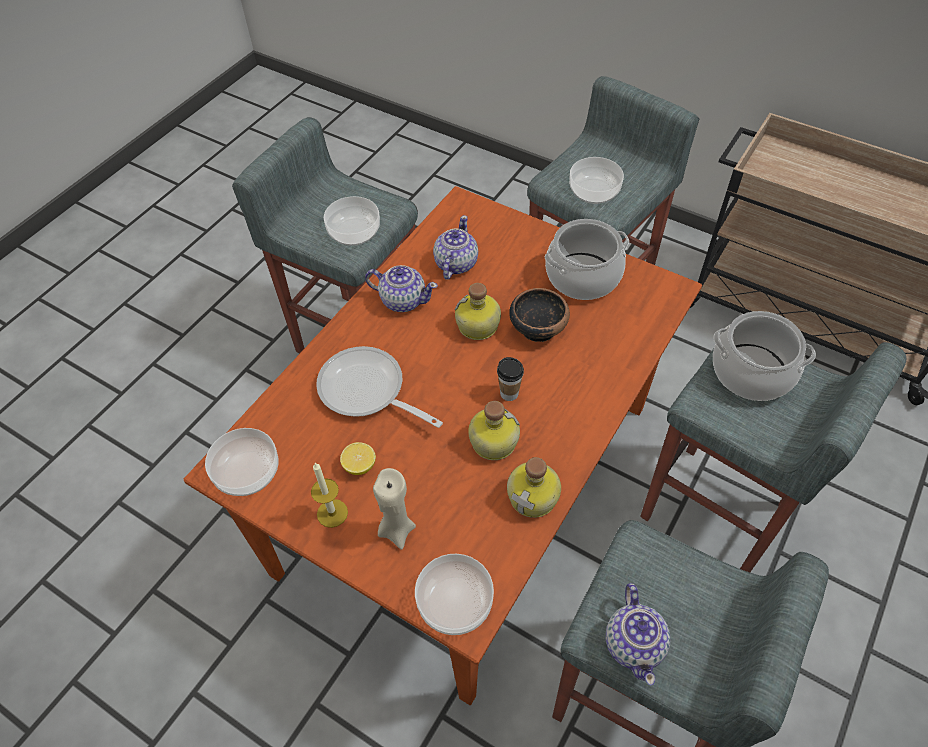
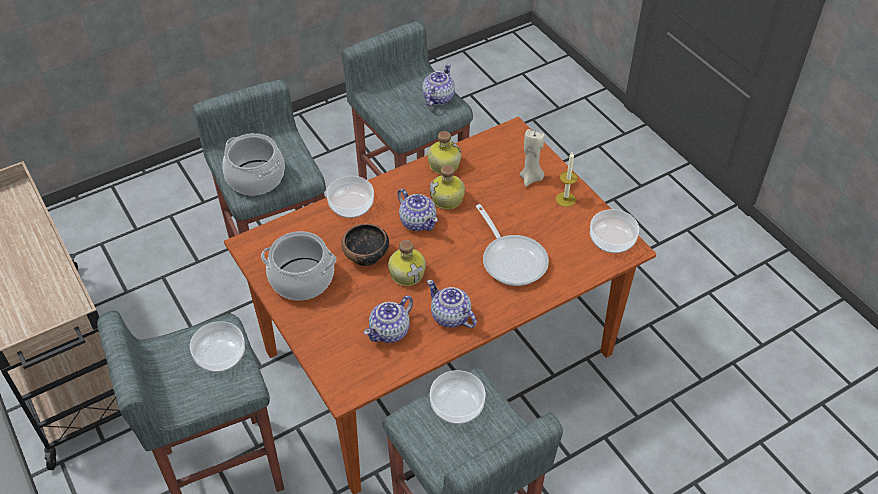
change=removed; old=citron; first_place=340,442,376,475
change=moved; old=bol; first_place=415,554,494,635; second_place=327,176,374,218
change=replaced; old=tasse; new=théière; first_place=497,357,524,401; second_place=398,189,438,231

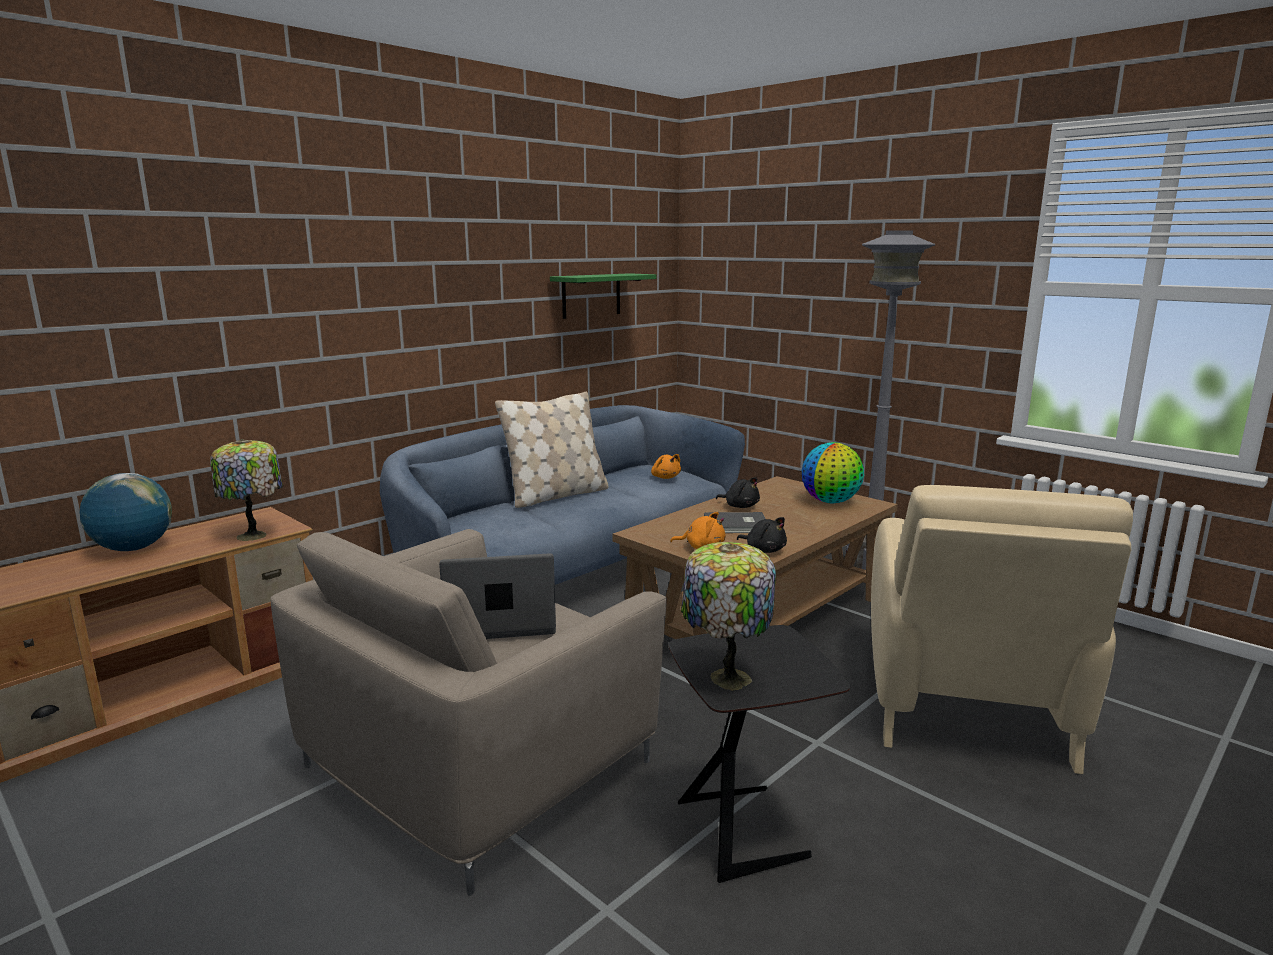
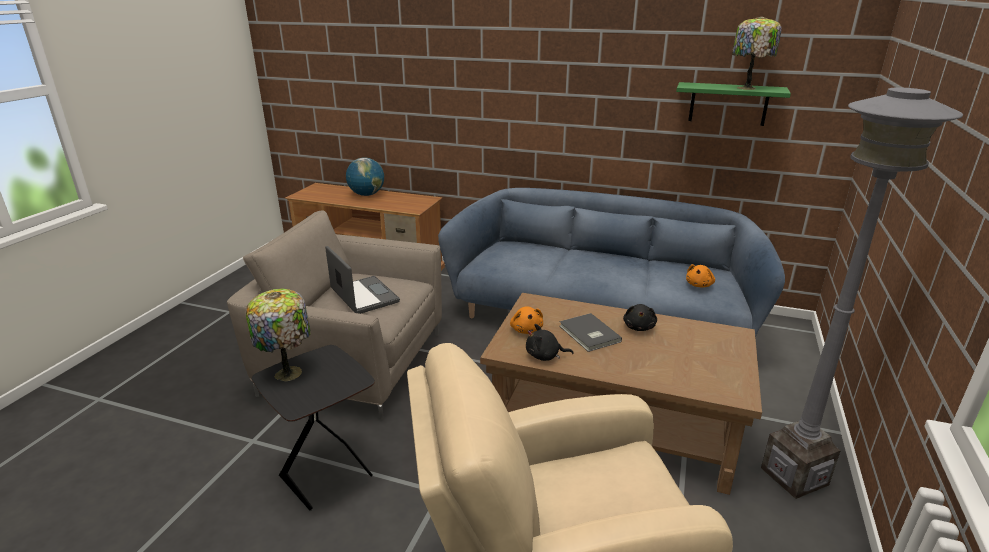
change=moved; old=lampe de table; first_place=210,439,283,541; second_place=732,16,782,90
change=removed; old=coussin (beige); first_place=495,392,609,508
change=turned; old=peluche (noir); first_place=737,517,787,553; second_place=526,324,574,361; degrees=75
change=removed; old=globe; first_place=802,442,864,503

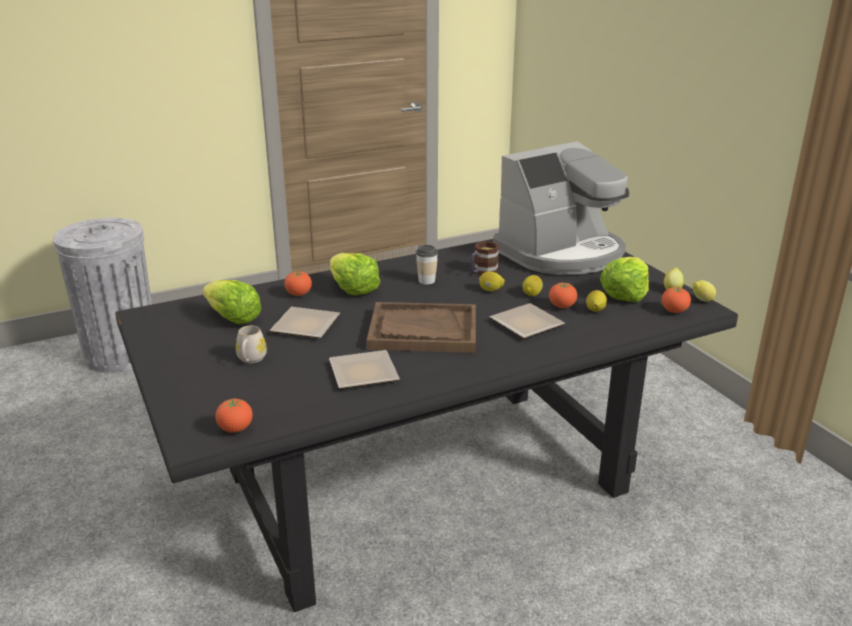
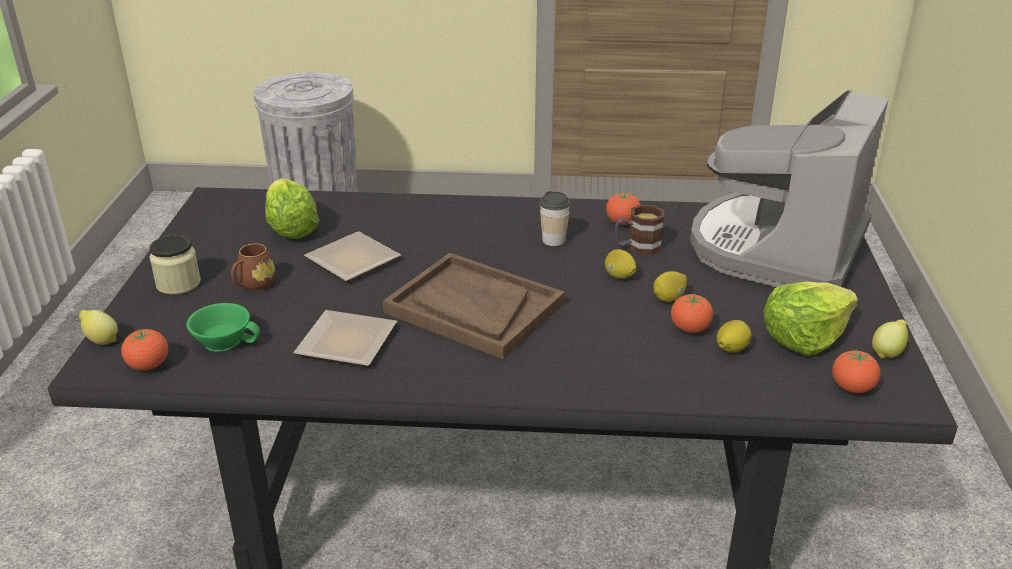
change=recoloured; old=mug (blanc); new=mug (marron); first_place=236,325,267,363; second_place=231,244,276,291
change=moved; old=tomate; first_place=284,271,312,296; second_place=606,192,641,225
change=removed; old=laitue; first_place=330,253,380,295
change=removed; old=assiette; first_place=490,303,565,338
change=turned; old=machine à café; first_place=493,141,629,275; second_place=690,90,889,287; degrees=120
change=moved; old=citron; first_place=692,280,716,302; second_place=79,310,118,345
change=added; new=bocal; second_place=149,235,201,295
change=added; new=tasse (vert); second_place=187,303,260,352

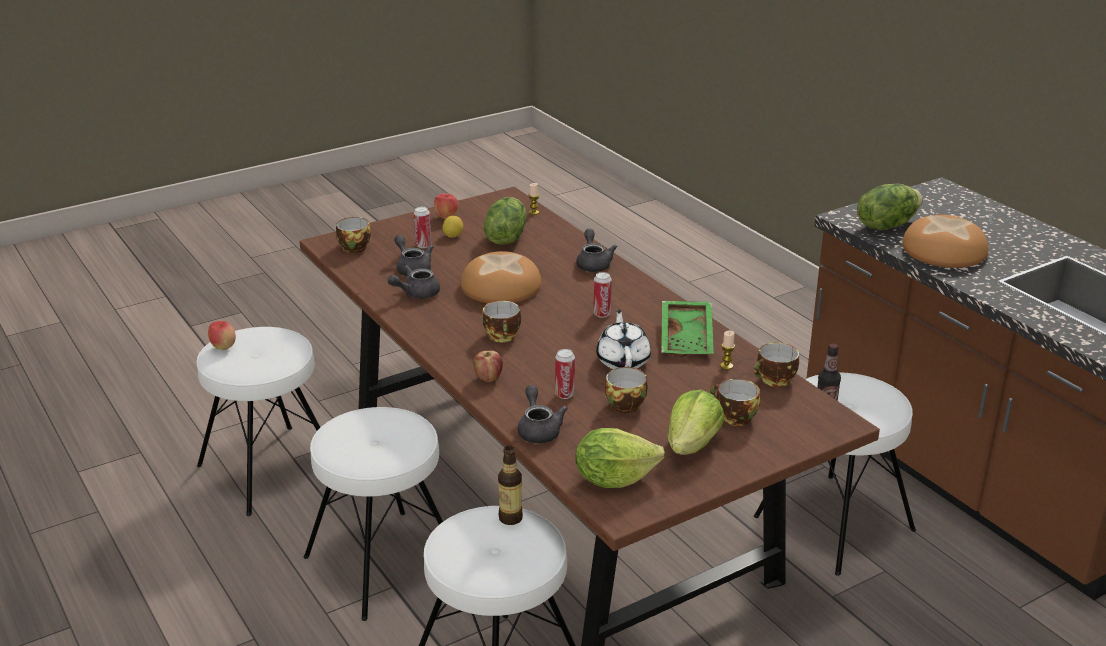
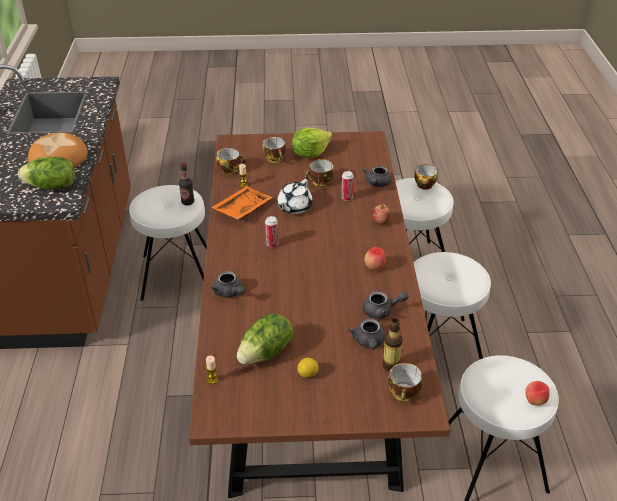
change=removed; old=boîte métallique; first_place=414,207,431,248
change=moved; old=pomme; first_place=434,193,458,219; second_place=364,247,385,270
change=removed; old=pain; first_place=461,251,541,303
change=moved; old=tasse; first_place=482,301,521,342; second_place=414,164,438,190
change=moved; old=bouteille; first_place=498,446,523,525; second_place=382,318,403,372
change=removed; old=laitue; first_place=575,428,665,488
change=turned; old=théière (gris); first_place=576,229,617,272; second_place=211,271,245,298; degrees=-60
change=recoloured; old=plateau (vert); new=plateau (orange); first_place=661,301,714,357; second_place=211,186,273,220

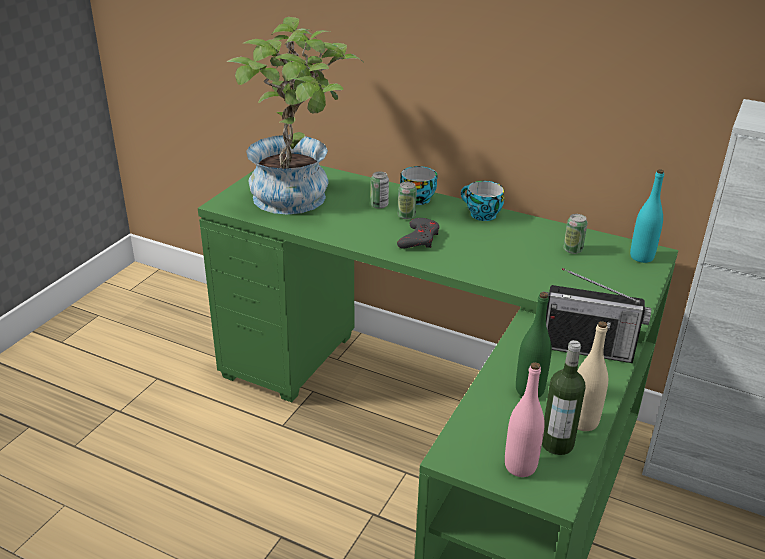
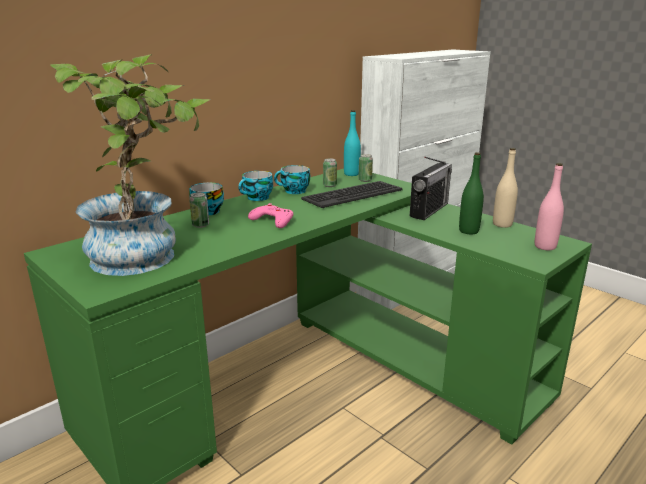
change=moved; old=boîte métallique; first_place=397,182,417,219; second_place=359,154,373,182
change=recoloured; old=manette (gris); new=manette (rose); first_place=397,218,439,249; second_place=248,203,293,228
change=removed; old=bouteille; first_place=542,340,585,455
change=added; new=tasse; second_place=274,165,310,194
change=added; new=clavier; second_place=301,181,403,208

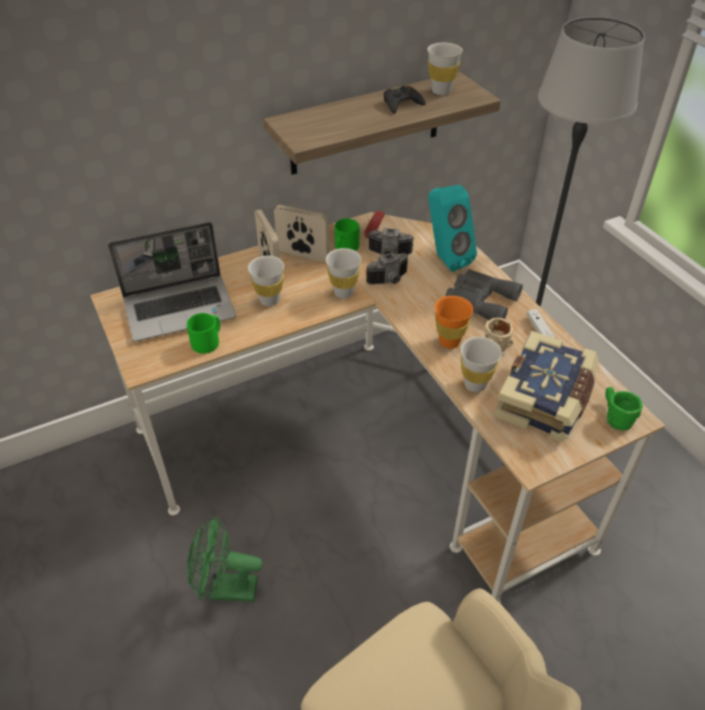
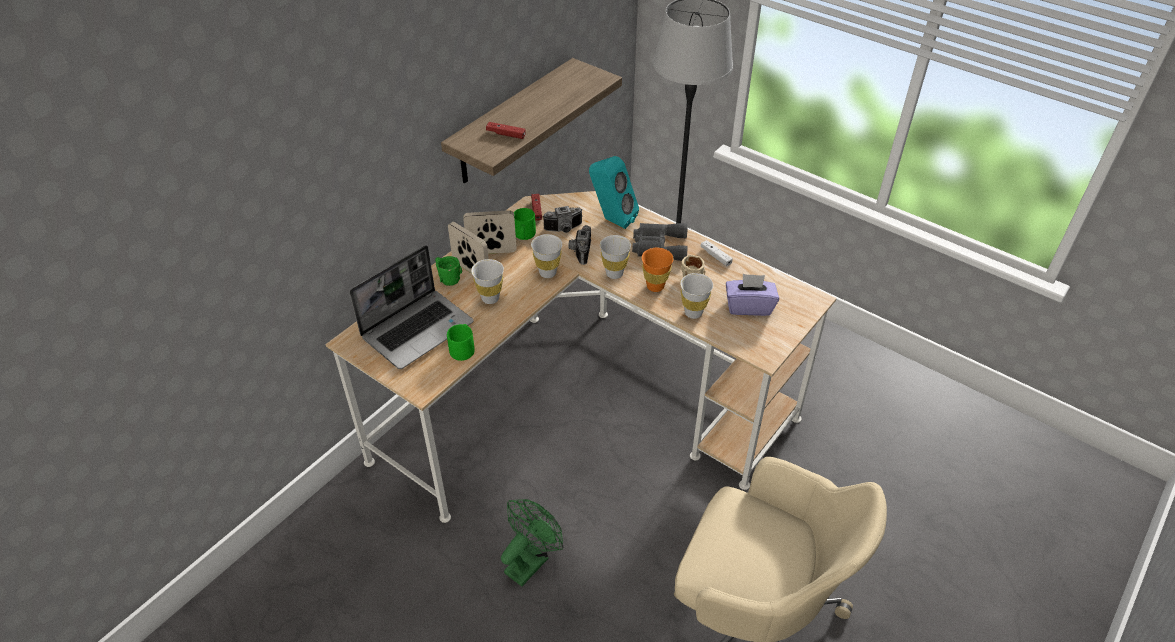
change=turned; old=ventilateur (vert); first_place=187,516,262,602; second_place=501,499,563,586; degrees=150
change=turned; old=appareil photo; first_place=366,252,408,285; second_place=568,225,591,265; degrees=150
change=removed; old=manette (noir); first_place=384,86,425,114
change=moved; old=tasse (blanc); first_place=427,43,463,95; second_place=600,235,631,279
change=replaced; old=livre; new=boîte à mouchoirs (violet); first_place=494,331,599,442; second_place=726,274,779,316
change=moved; old=mug (vert); first_place=605,387,643,430; second_place=435,256,462,286
change=added; new=manette (rouge); second_place=486,122,526,139

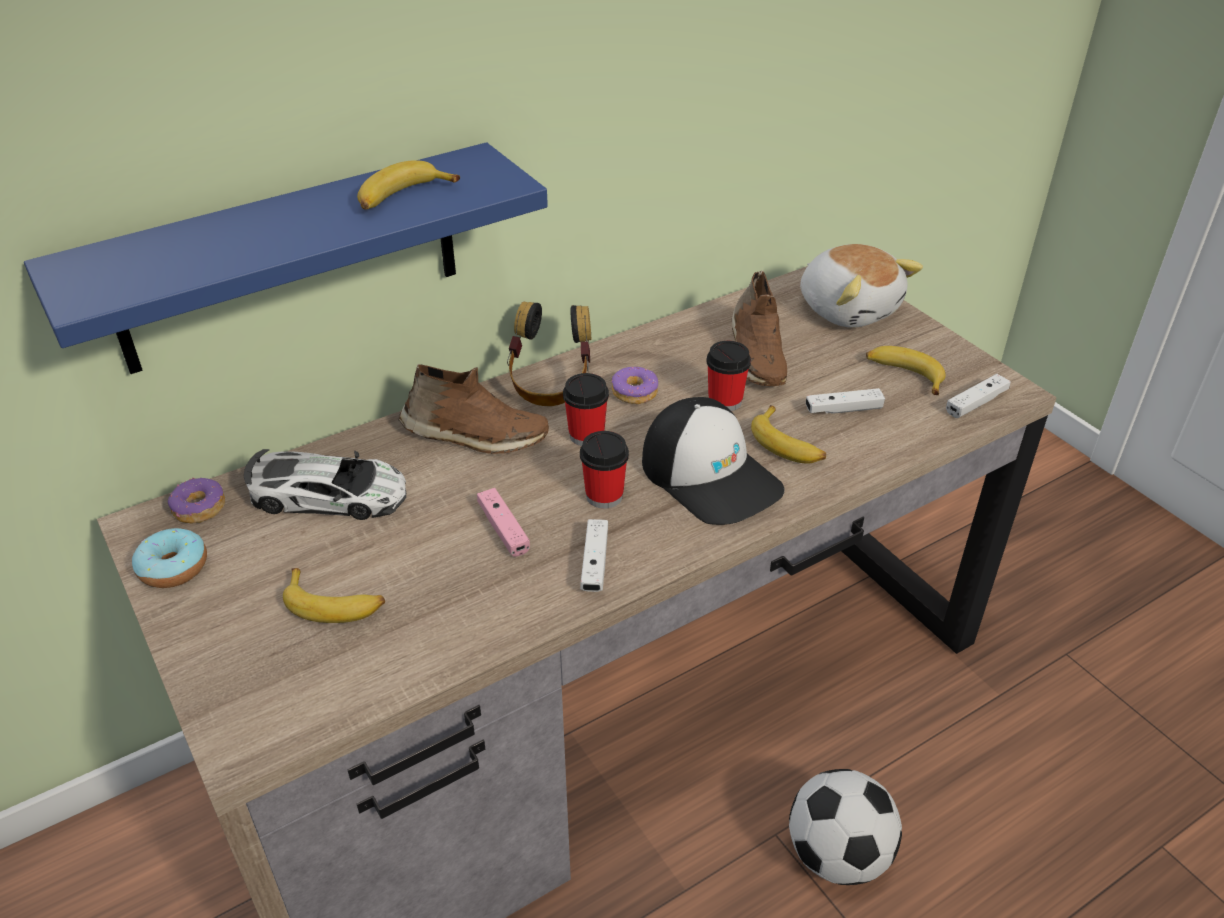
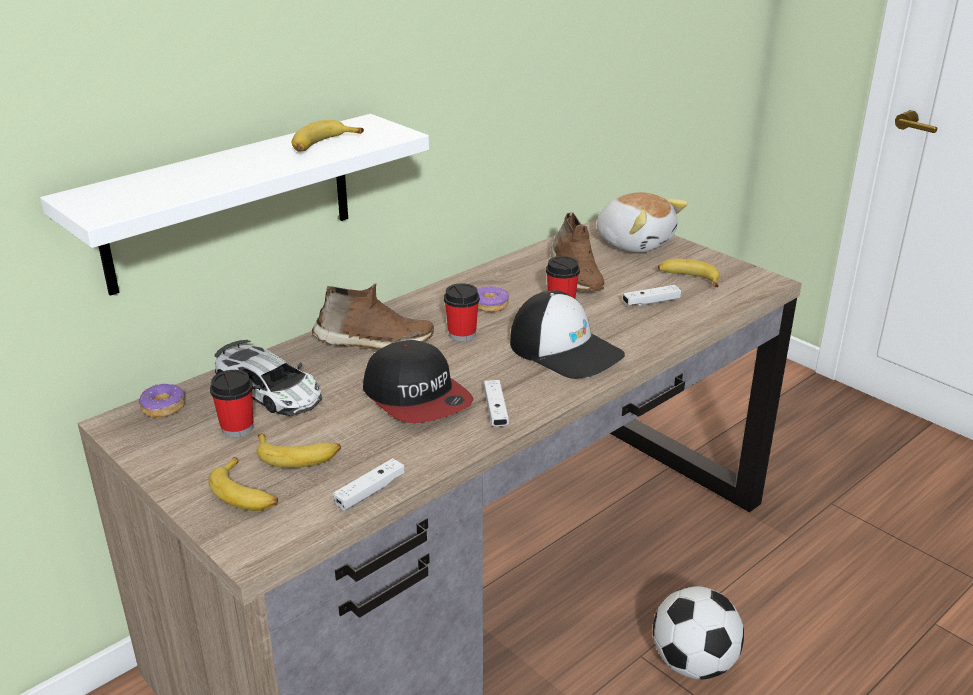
change=recoloured; old=étagère (bleu); new=étagère (blanc); first_place=24,143,548,374; second_place=40,114,429,296
change=removed; old=beignet; first_place=132,528,207,588
change=turned; old=petite voiture; first_place=244,449,406,520; second_place=214,340,322,416; degrees=45
change=replaced; old=manette (rose); new=casquette; first_place=477,488,530,557; second_place=363,340,474,423
change=removed; old=casque audio; first_place=507,301,591,406
change=moved; old=tasse; first_place=580,431,629,509; second_place=210,370,254,437
change=moved; old=banane; first_place=751,405,826,464; second_place=209,457,278,511
change=moved; old=manette (blanc); first_place=946,374,1011,418; second_place=333,458,405,511

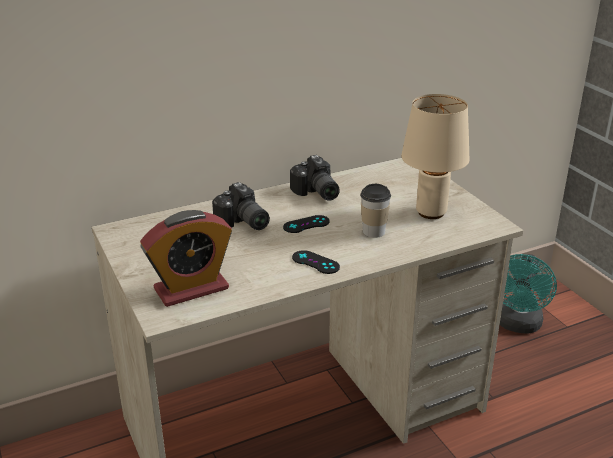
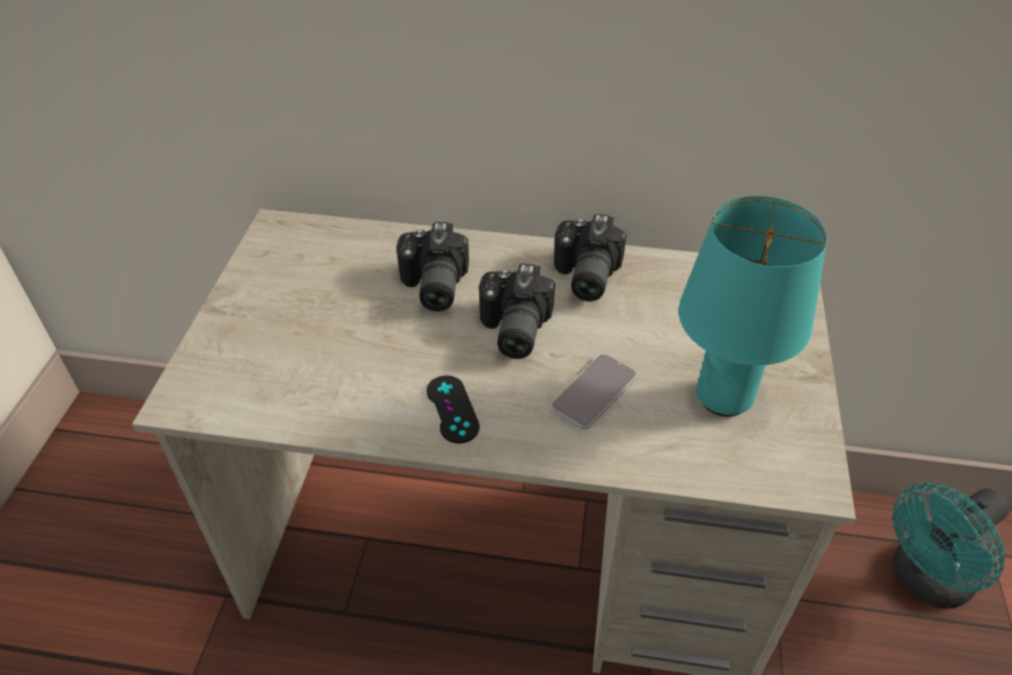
change=removed; old=réveil; first_place=140,210,232,307
change=replaced; old=manette (noir); new=appareil photo; first_place=283,215,330,233; second_place=479,263,555,359
change=replaced; old=tasse; new=téléphone; first_place=360,184,391,238; second_place=551,354,637,429
change=recoloured; old=lampe de table (beige); new=lampe de table (turquoise); first_place=401,94,469,219; second_place=679,196,827,417

